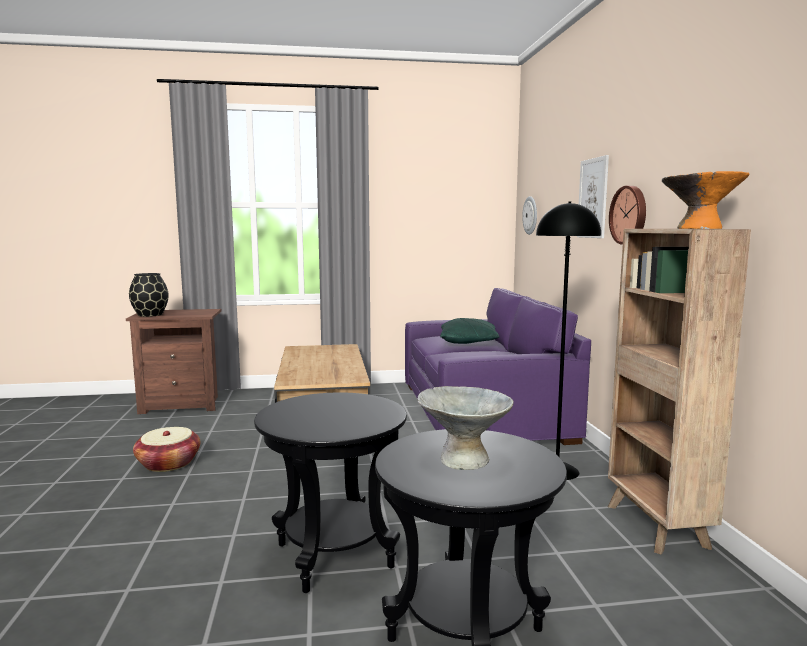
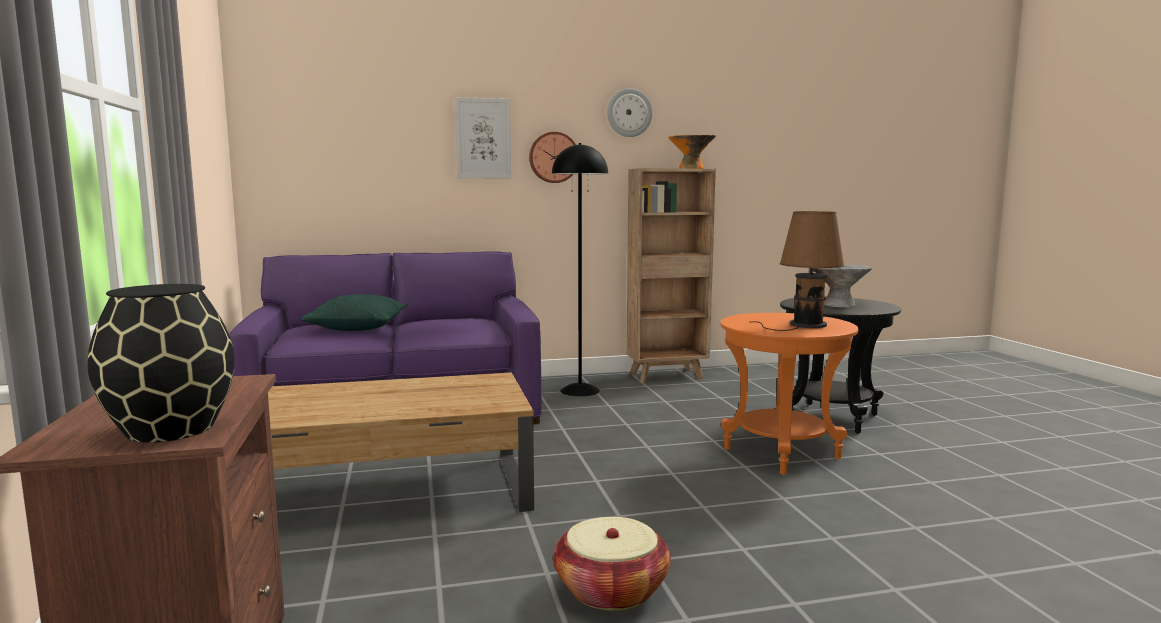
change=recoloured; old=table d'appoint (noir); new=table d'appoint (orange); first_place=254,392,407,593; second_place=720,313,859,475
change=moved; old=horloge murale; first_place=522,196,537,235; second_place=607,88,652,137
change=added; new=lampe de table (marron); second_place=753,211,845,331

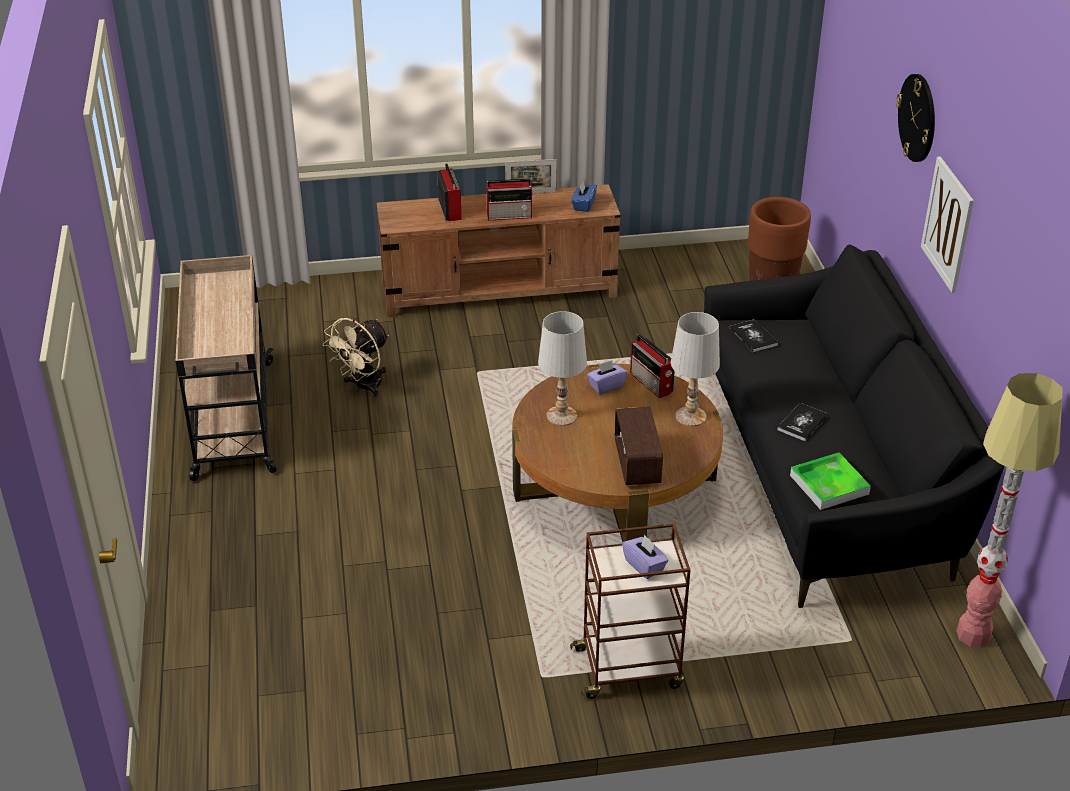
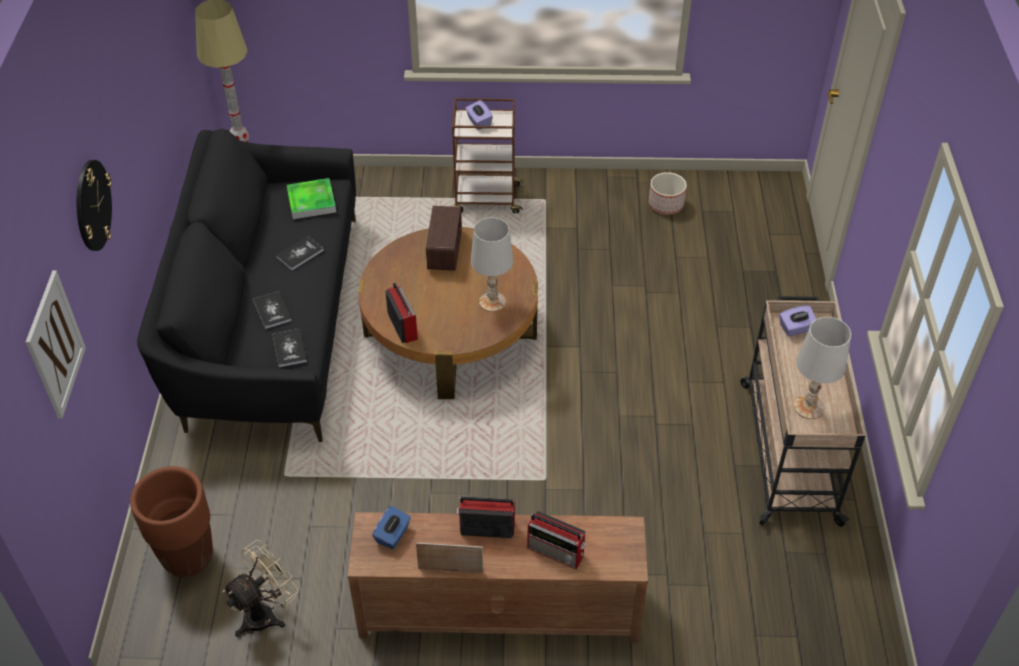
change=moved; old=ventilateur (beige); first_place=323,318,389,397; second_place=222,540,298,637
change=turned; old=radio; first_place=437,163,462,221; second_place=527,511,586,569; degrees=-60
change=moved; old=boîte à mouchoirs (violet); first_place=587,360,627,394; second_place=779,306,816,336
change=moved; old=lampe de table (blanc); first_place=671,312,720,427; second_place=794,317,851,419
change=moved; old=tableau; first_place=921,157,974,293; second_place=26,270,86,419
change=added; new=livre; second_place=253,291,292,329
change=added; new=cache-pot; second_place=649,172,687,215

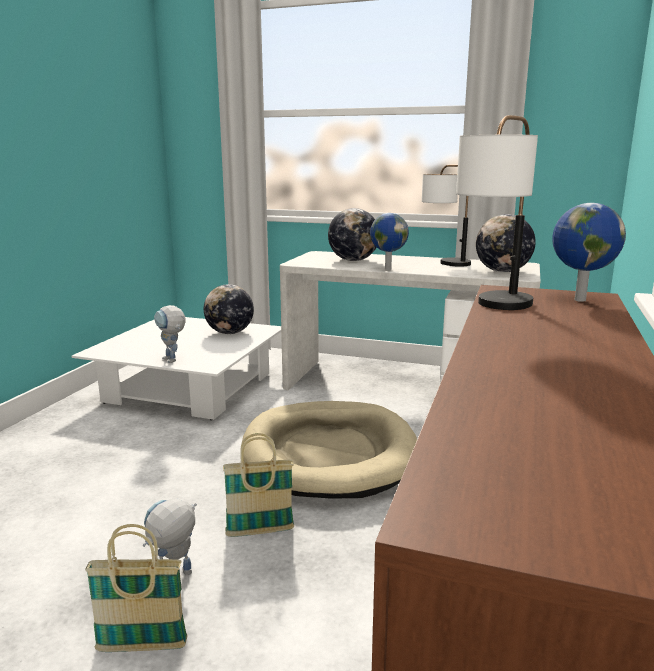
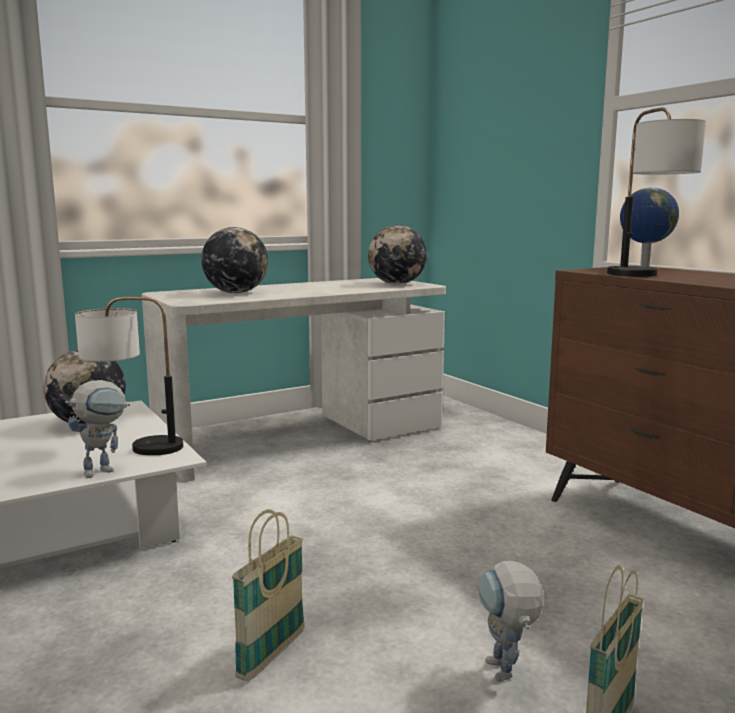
change=turned; old=robot jouet; first_place=154,305,186,363; second_place=65,380,130,478; degrees=-45
change=moved; old=panier; first_place=223,433,294,537; second_place=232,509,305,682
change=removed; old=panier pour chien (beige); first_place=242,401,417,498
change=removed; old=globe; first_place=370,213,409,270
change=moved; old=lampe de table; first_place=422,165,471,267; second_place=75,297,183,455

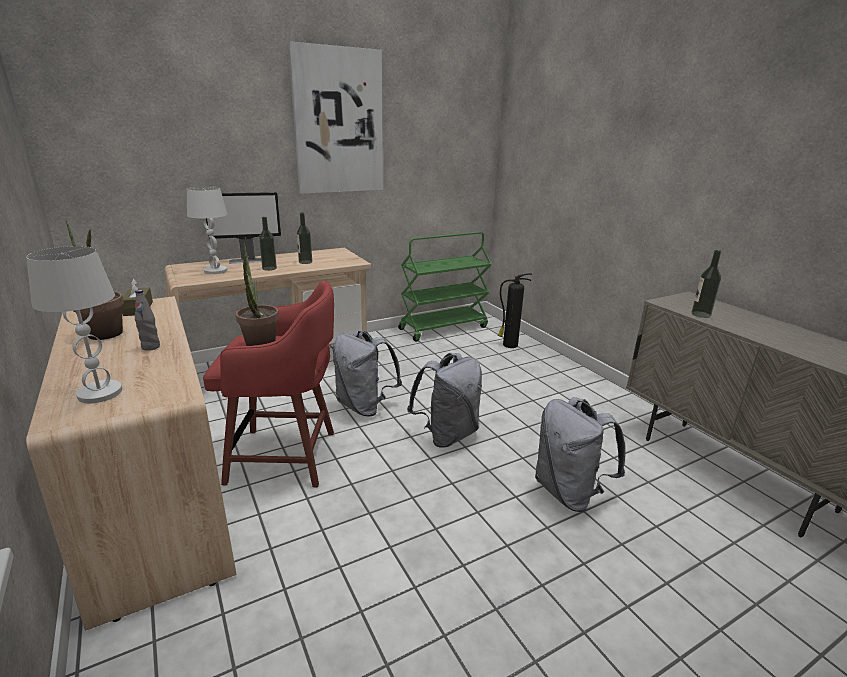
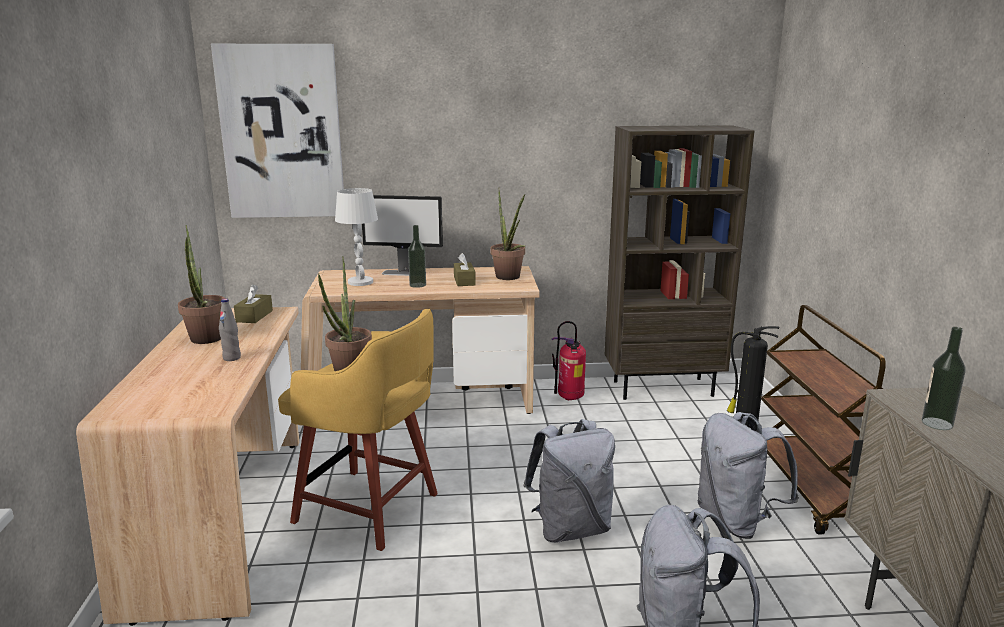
change=removed; old=lampe de table (blanc); first_place=26,246,122,403
change=recoloured; old=tabouret (rouge); new=tabouret (jaune); first_place=203,281,334,487; second_place=278,308,438,551
change=moved; old=tableau; first_place=288,41,383,194; second_place=211,44,344,218
change=replaced; old=bouteille; new=boîte à mouchoirs (marron); first_place=297,213,312,264; second_place=454,253,476,286
change=moved; old=sac à dos (gris); first_place=333,331,402,416; second_place=697,412,799,539
change=replaced; old=chariot (vert); new=bibliothèque (marron); first_place=398,232,492,342; second_place=605,125,755,400
change=added; new=plante en pot; second_place=491,188,526,280
change=added; new=extincteur; second_place=551,321,586,400
change=added; new=chariot (marron); second_place=761,305,886,535

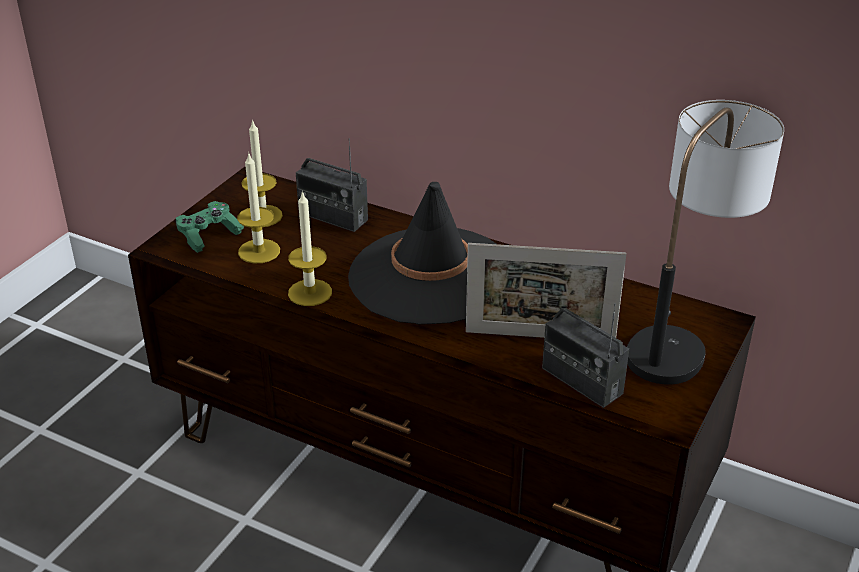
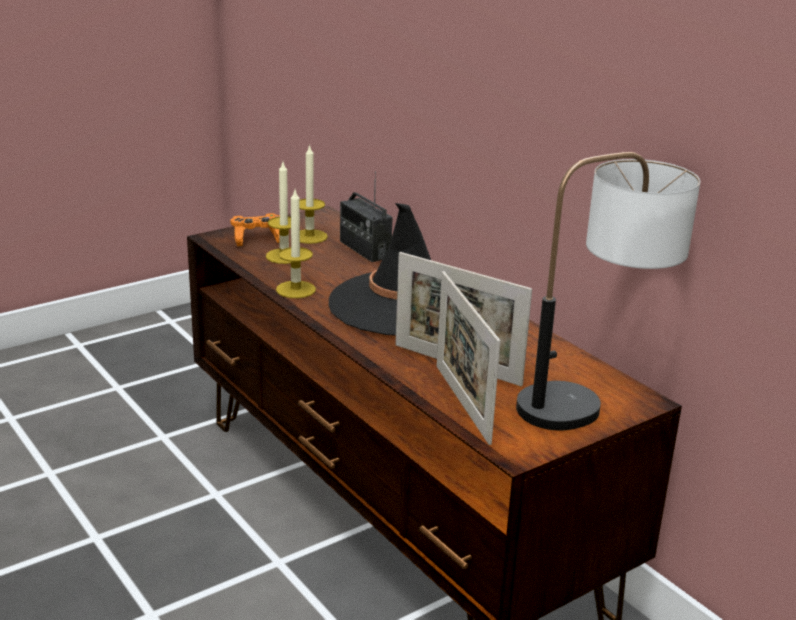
change=recoloured; old=manette (vert); new=manette (orange); first_place=175,201,244,253; second_place=230,213,280,246
change=replaced; old=radio; new=cadre photo; first_place=542,303,629,408; second_place=436,271,501,445

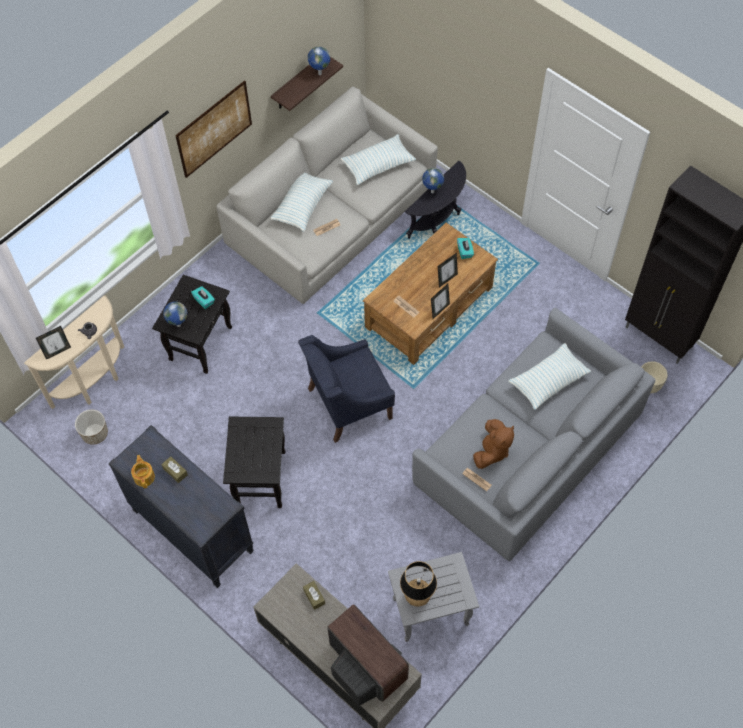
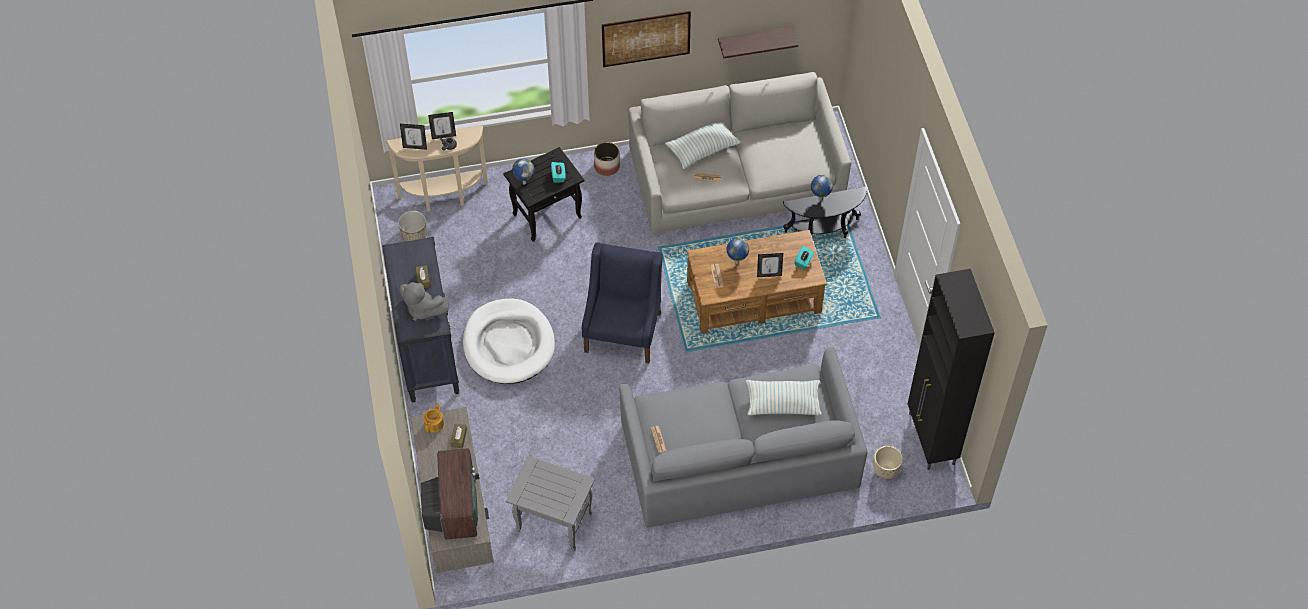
change=moved; old=théière; first_place=131,455,155,488; second_place=423,403,444,433
change=replaced; old=table d'appoint (noir); new=panier pour chien (blanc); first_place=223,417,285,508; second_place=463,298,555,384
change=turned; old=fauteuil (bleu); first_place=298,335,395,443; second_place=582,242,663,363; degrees=90
change=moved; old=globe; first_place=308,46,330,75; second_place=726,238,749,264
change=removed; old=coussin; first_place=341,134,416,185
change=removed; old=lampe de table; first_place=400,561,452,607
change=moved; old=cadre photo; first_place=431,284,450,319; second_place=428,112,456,139
change=removed; old=peluche (marron); first_place=473,419,514,469
change=added; new=peluche (gris); second_place=399,282,449,321
change=added; new=cache-pot; second_place=594,142,620,176

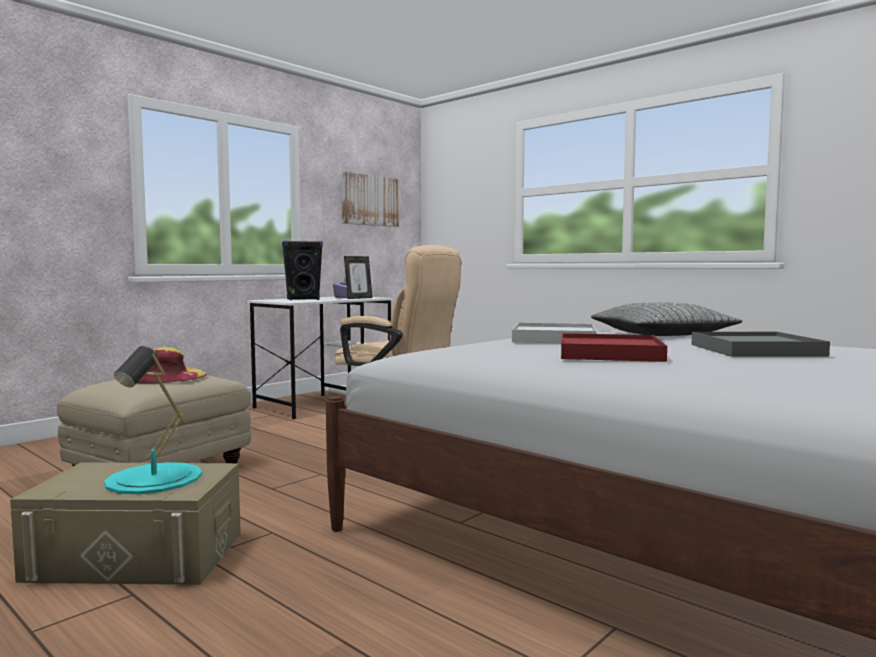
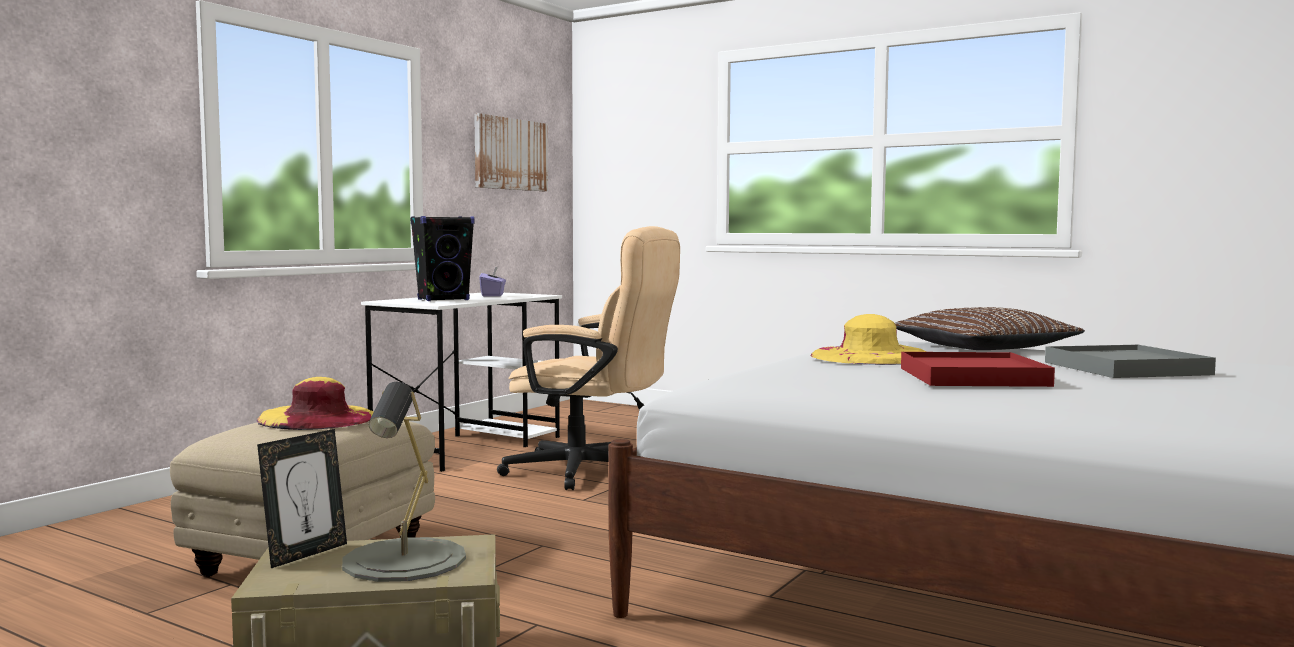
change=recoloured; old=lampe de table (turquoise); new=lampe de table (gris); first_place=104,346,202,494; second_place=342,382,466,582
change=moved; old=cadre photo; first_place=344,256,372,299; second_place=257,429,347,568
change=replaced; old=plateau (blanc); new=chapeau (jaune); first_place=512,323,597,343; second_place=811,314,926,365
change=recoloured; old=coussin (gris); new=coussin (marron); first_place=591,303,743,336; second_place=895,307,1085,350

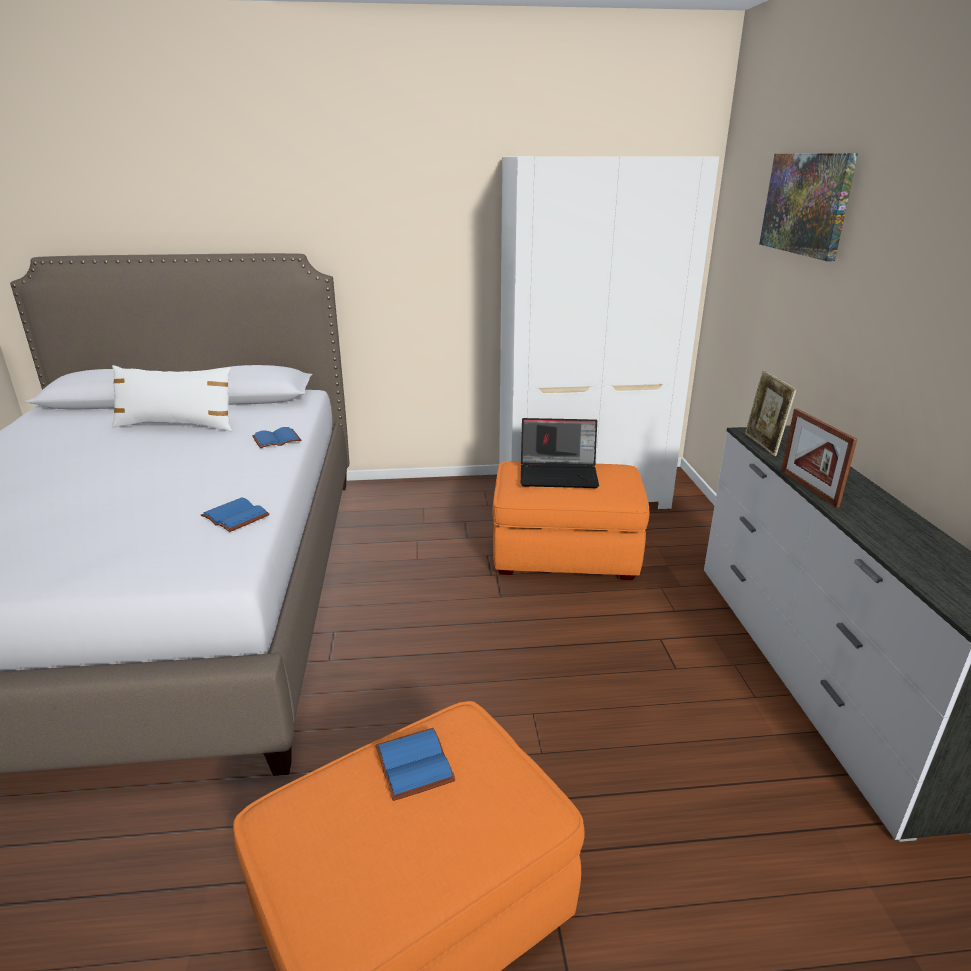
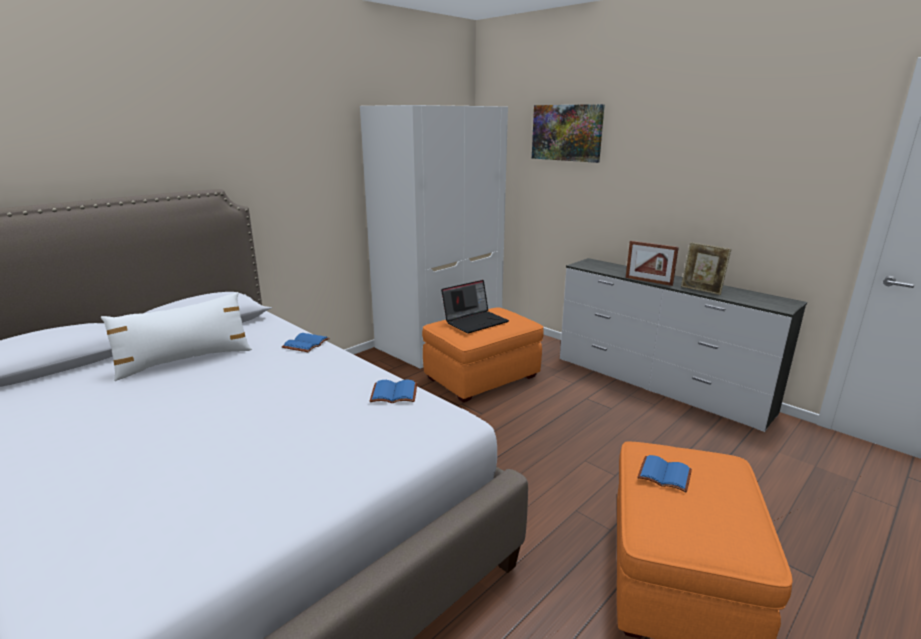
change=moved; old=cadre photo; first_place=745,370,797,456; second_place=681,242,731,295

